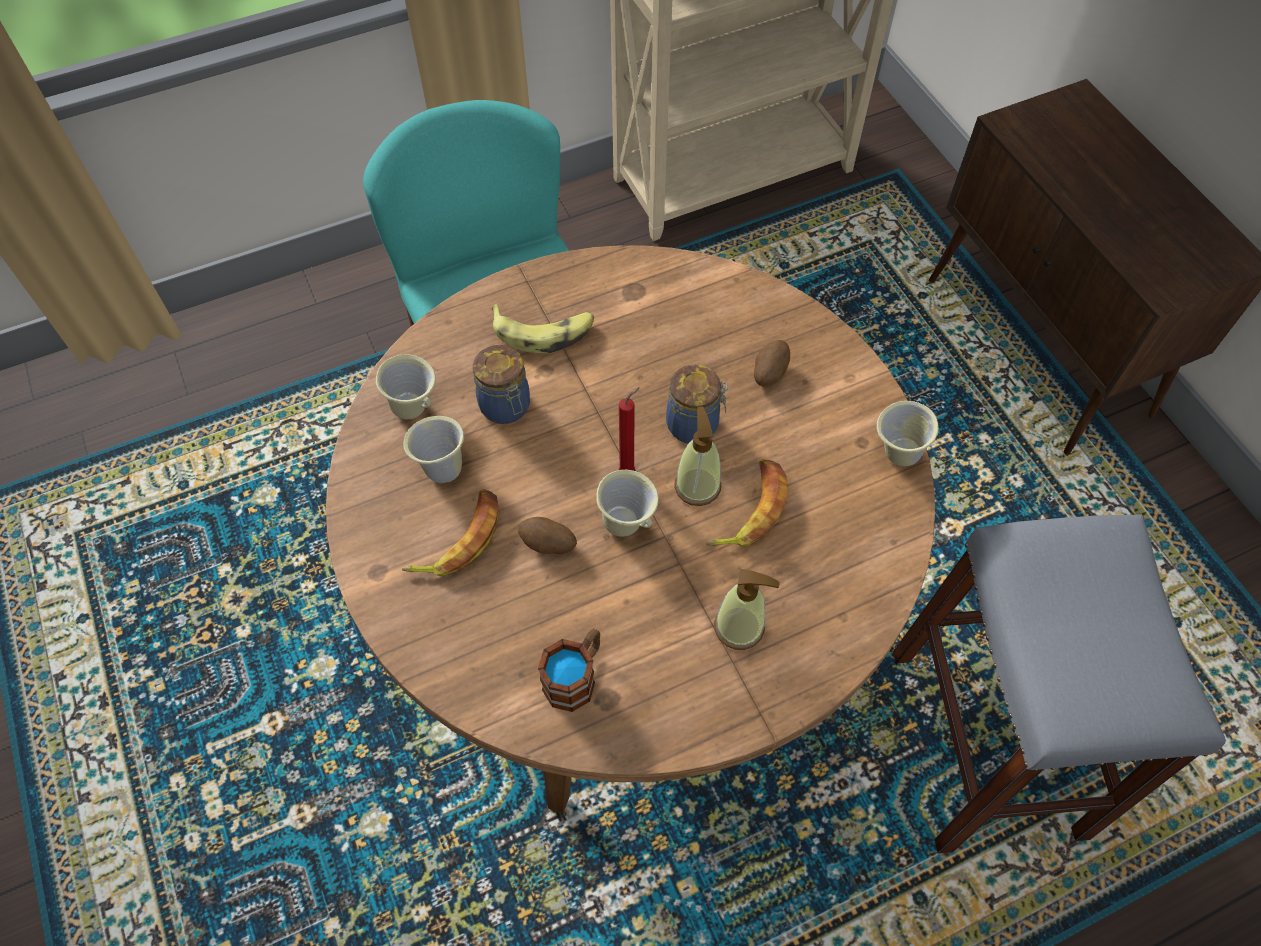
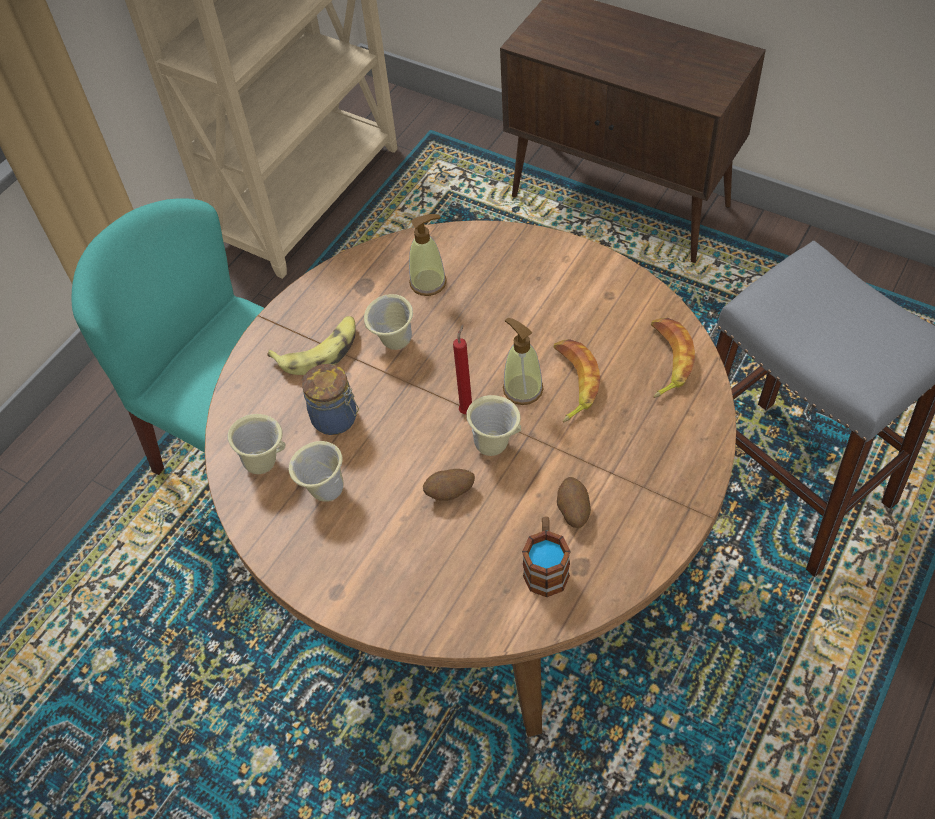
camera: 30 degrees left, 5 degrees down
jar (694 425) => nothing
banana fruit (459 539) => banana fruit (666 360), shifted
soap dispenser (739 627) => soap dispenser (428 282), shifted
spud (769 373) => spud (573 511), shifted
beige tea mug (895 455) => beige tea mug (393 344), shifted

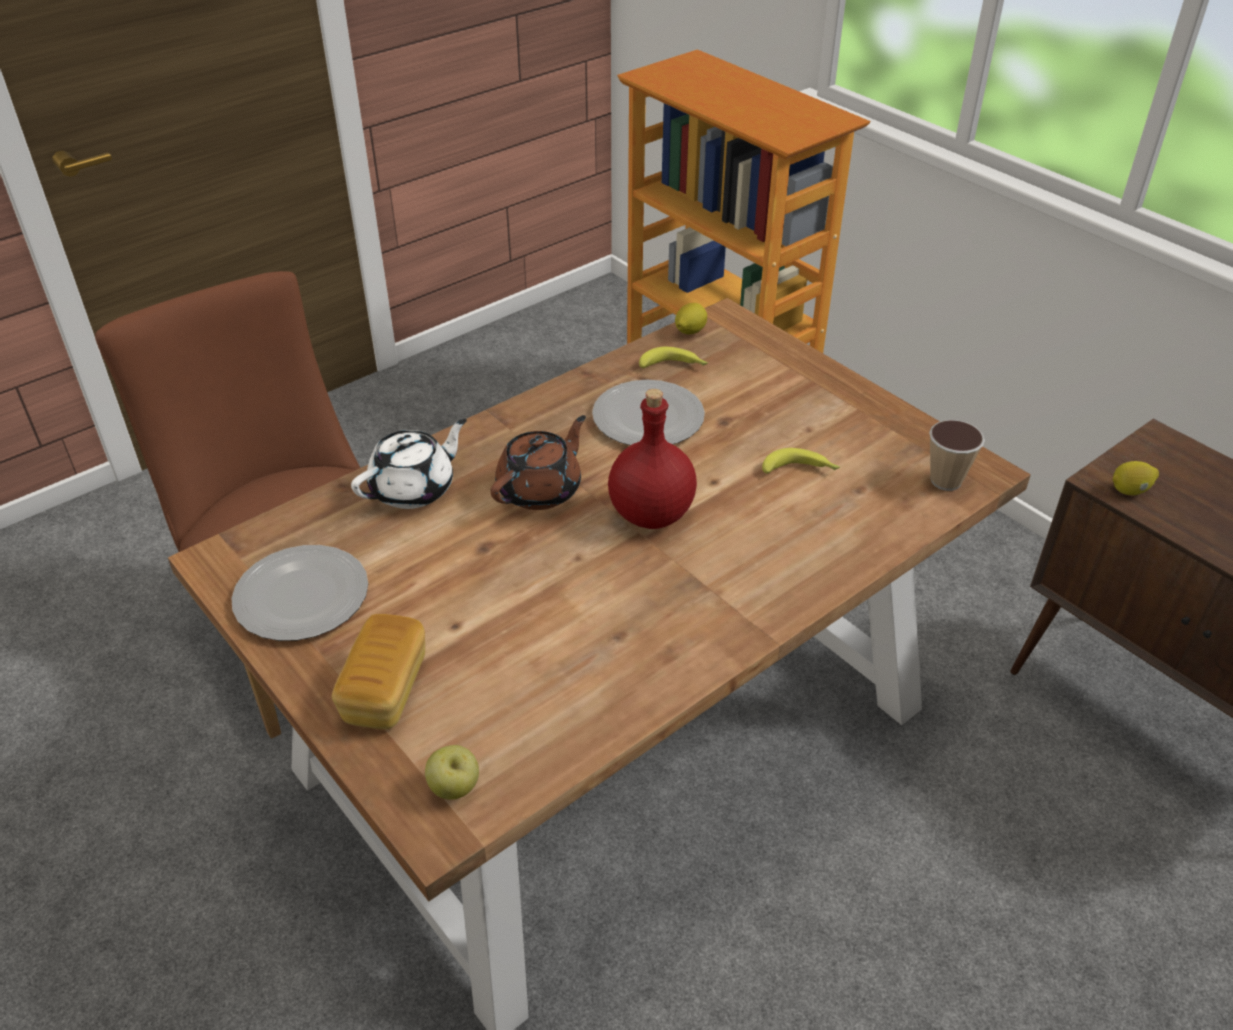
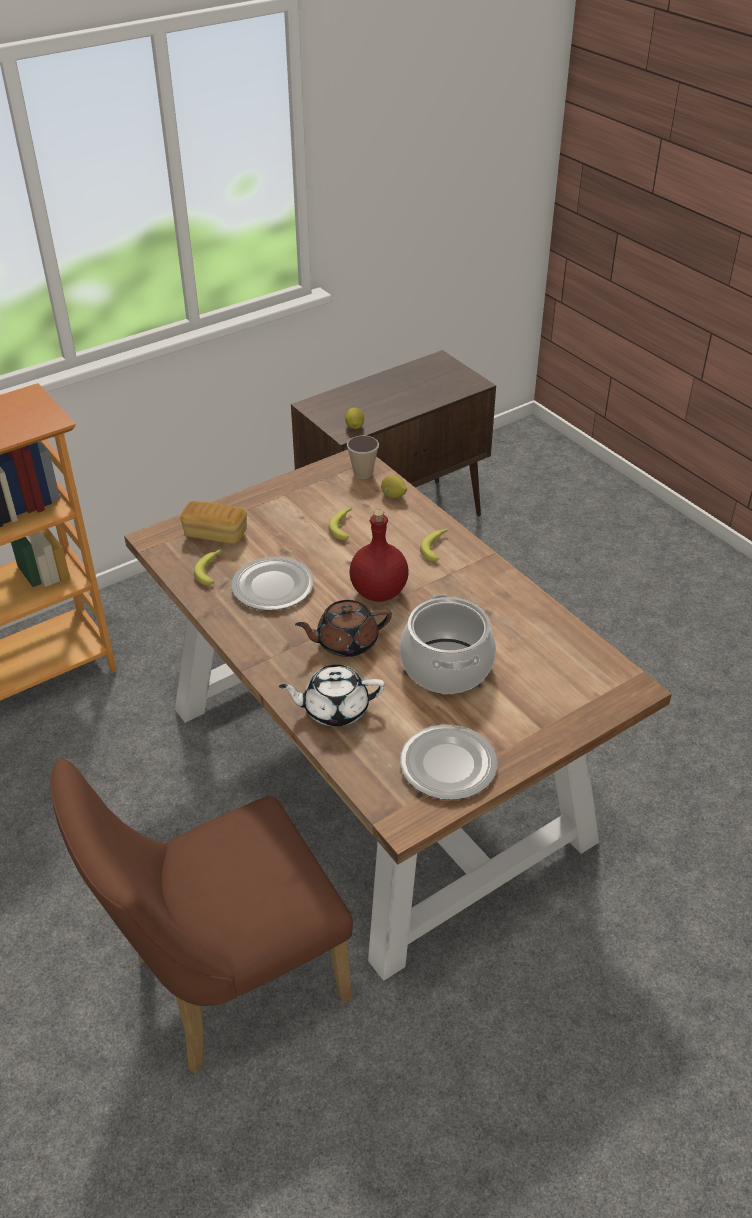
camera: 85 degrees left, 0 degrees up
whole apple (454 788) => nothing
nothing => cooking pot (445 666)
nothing => banana fruit (436 547)
bakery bread (385 689) => bakery bread (215 534), shifted
lemon (689 332) => lemon (393 496), shifted
white pot for tea (414 489) => white pot for tea (334 709), 60 degrees counterclockwise
brownish pot for tea (541 489) => brownish pot for tea (345 642), 60 degrees counterclockwise

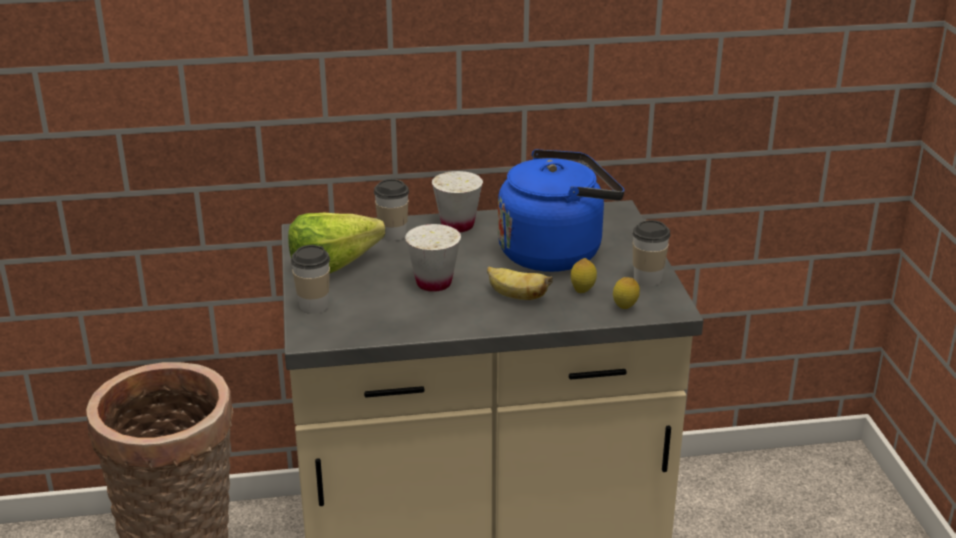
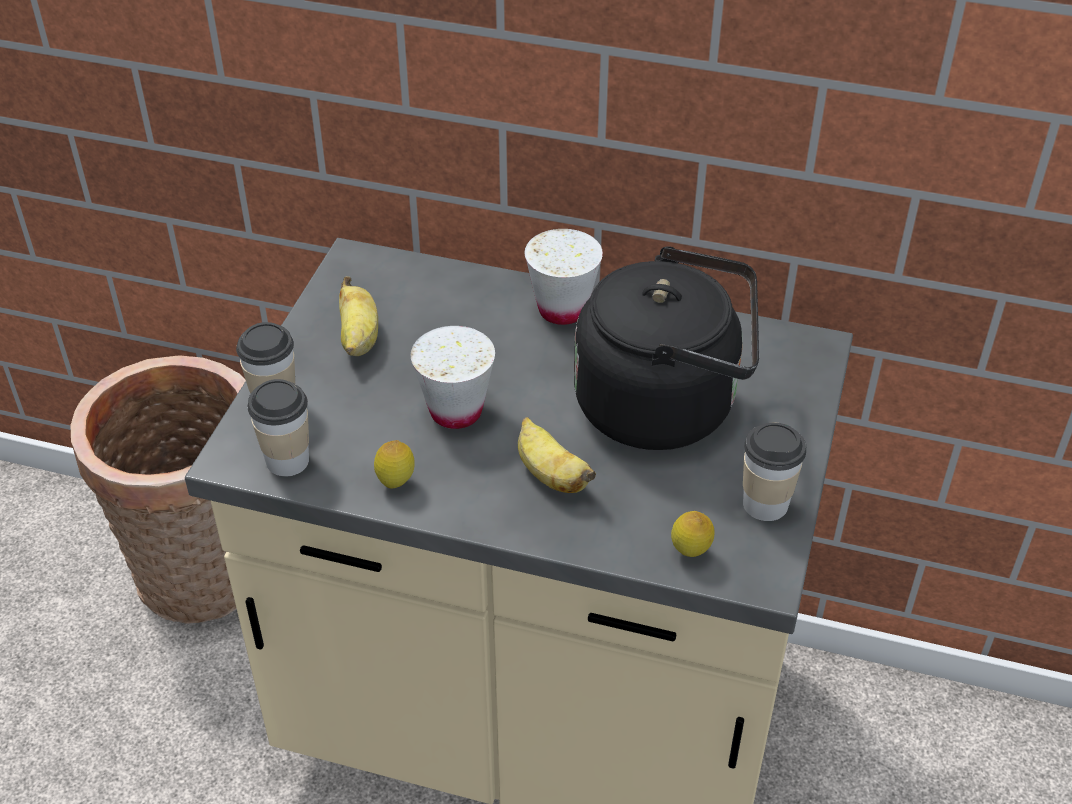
camera: 25 degrees right, 15 degrees up
small cup (393 235) => small cup (287 460), shifted
lemon (582 291) => lemon (396 483), shifted
lettuce (341 265) => banana fruit (359 339)
blue-coloured tea kettle (555 252) => black-coloured tea kettle (665 405)

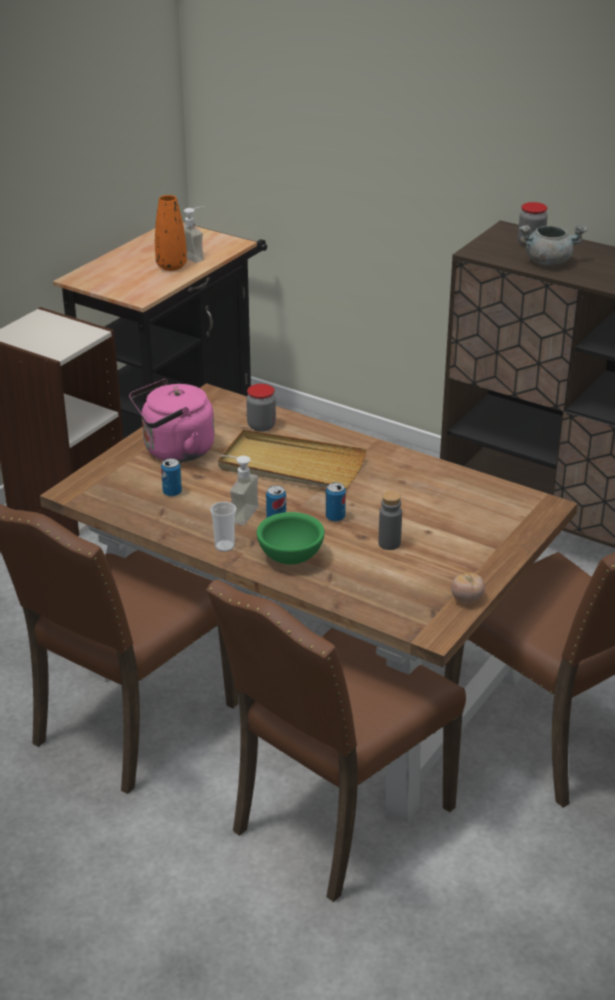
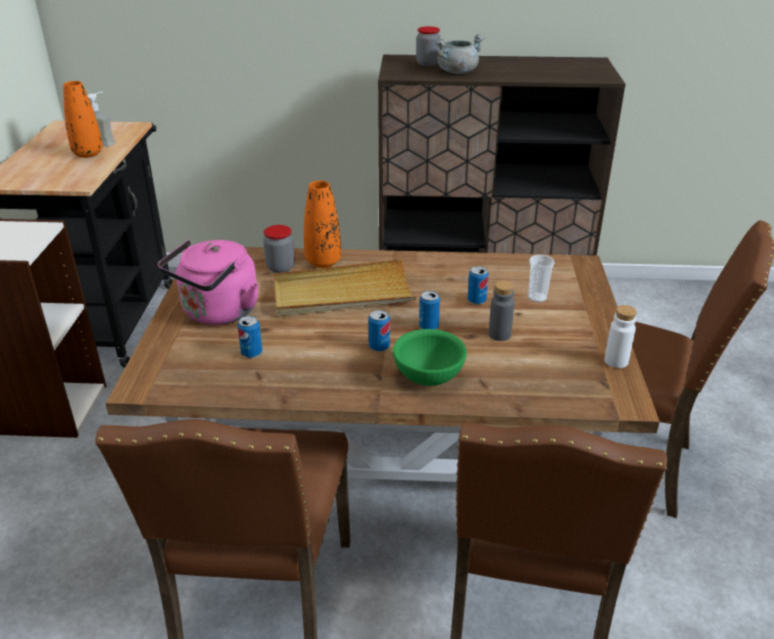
camera: 30 degrees left, 0 degrees up
soap dispenser (237 513) => nothing
nothing => orange-coloured vase (323 262)
nothing => can (476 300)
small cup (224 546) => small cup (537 298), shifted
whole tomato (466 599) => white beverage bottle (616 361)

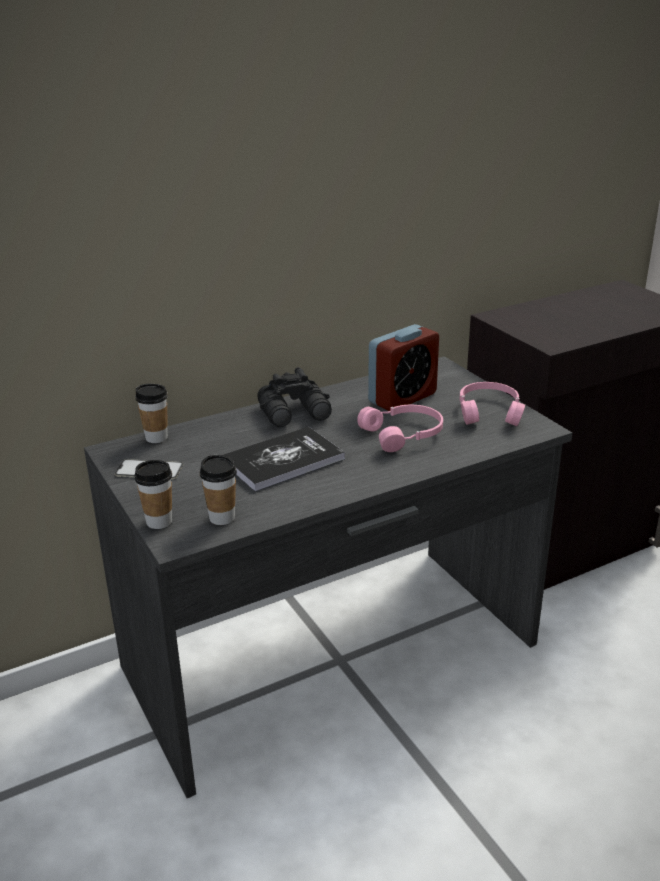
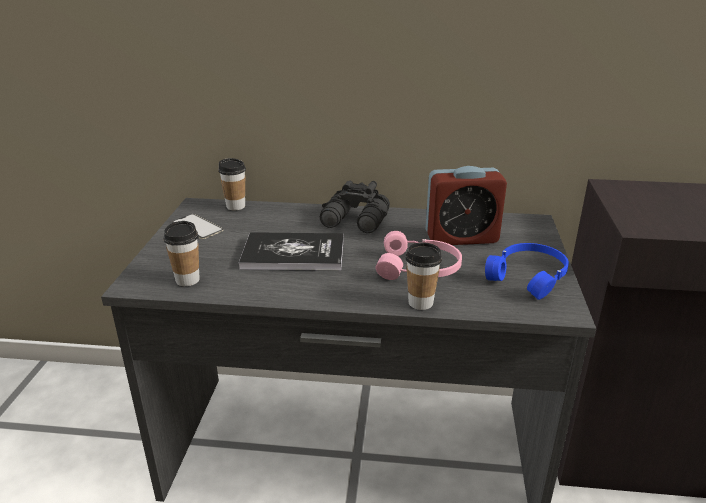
camera: 35 degrees right, 0 degrees up
small cup (159 522) => small cup (420 303), shifted
pink-coloured pair of headphones (490 412) => blue-coloured pair of headphones (529 277)

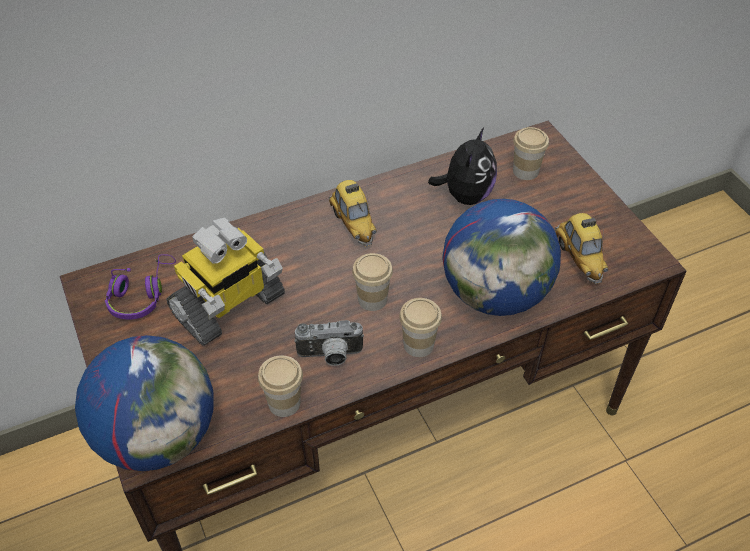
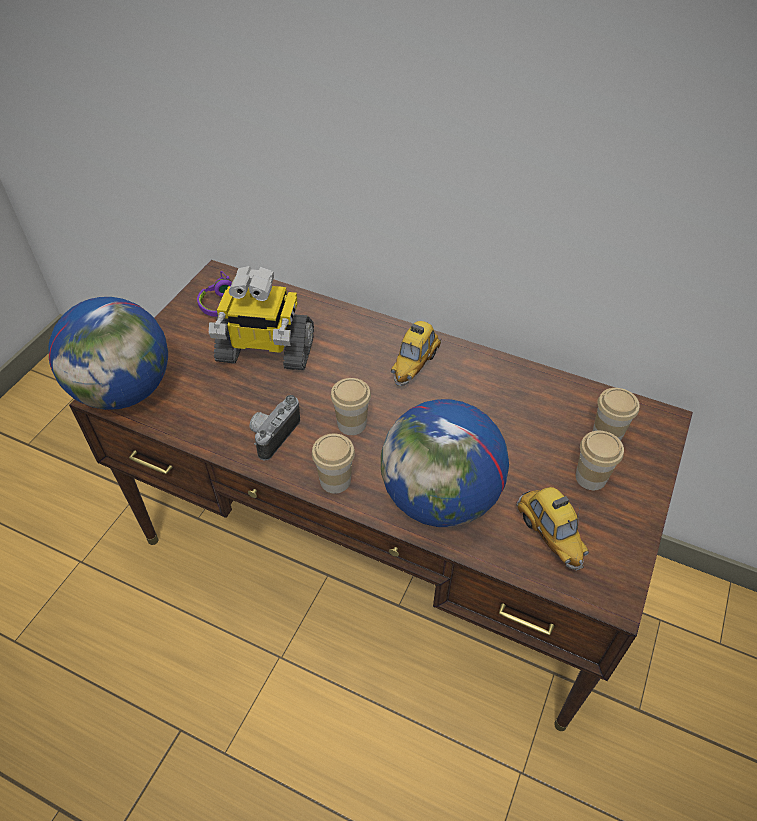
camera: 50 degrees right, 0 degrees up
cuddly toy (465 195) => nothing
small cup (284 403) => small cup (590 477), shifted
photo camera (330 356) => photo camera (273 435), 75 degrees clockwise
toy car (579 258) => toy car (549 535), 60 degrees counterclockwise

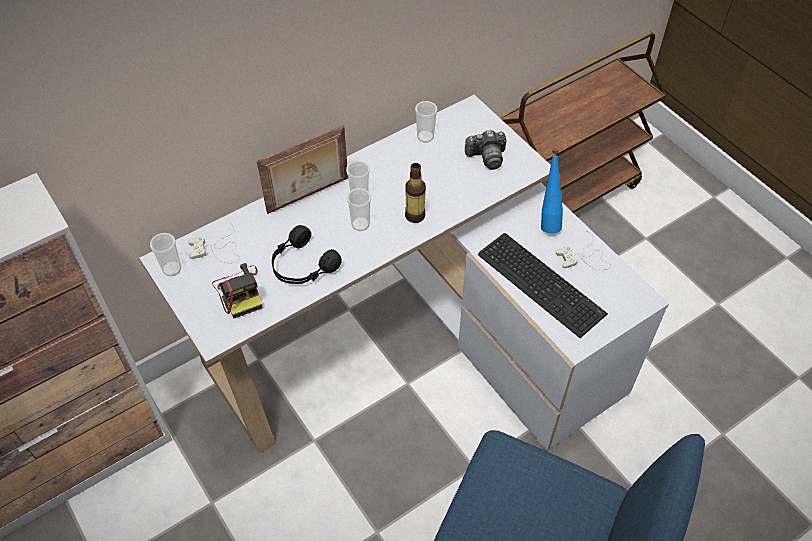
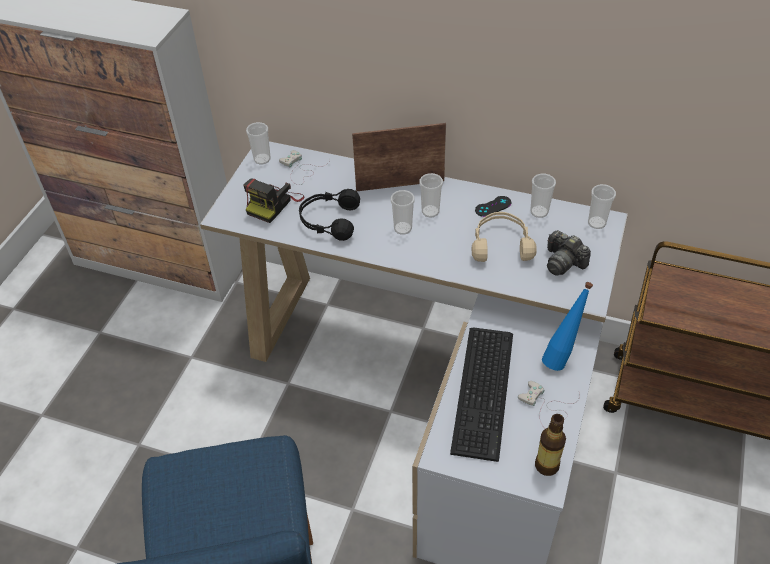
camera: 55 degrees right, 5 degrees down
nothing => beige pair of headphones (501 244)
nothing => black-coloured joypad (493 206)
nothing => small cup (596 223)
beverage bottle (415 216) => beverage bottle (547 465), shifted
standing frame (309 196) => standing frame (400 184), 150 degrees clockwise

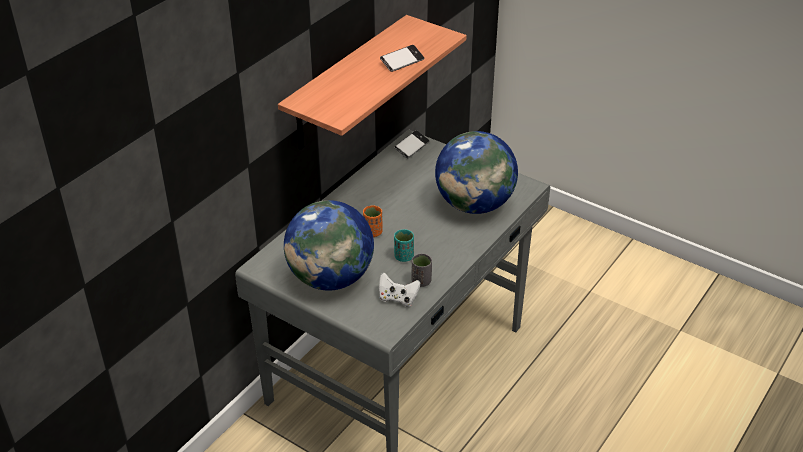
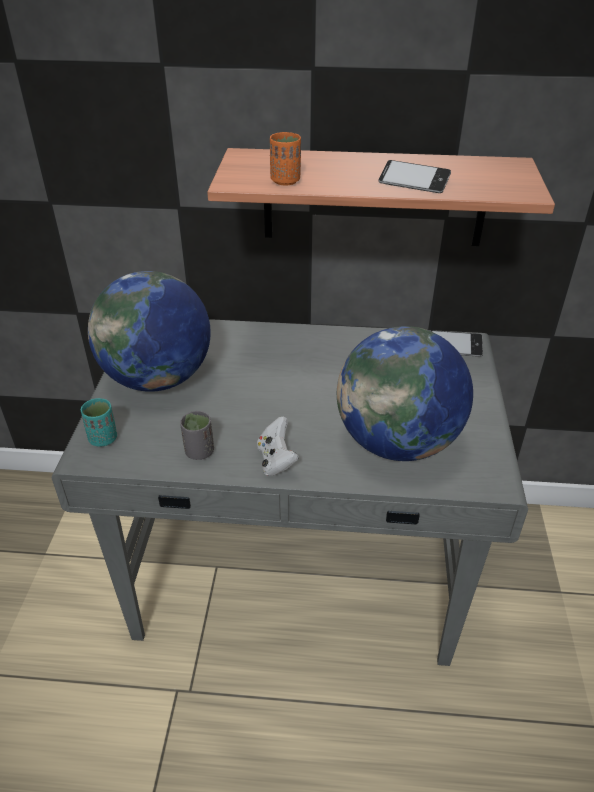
camera: 60 degrees right, 0 degrees up
orange-coloured small cup (373 232) => orange-coloured small cup (285 181), shifted
white joypad (398 298) => white joypad (276 460), shifted
turquoise small cup (404 257) => turquoise small cup (103 439), shifted

